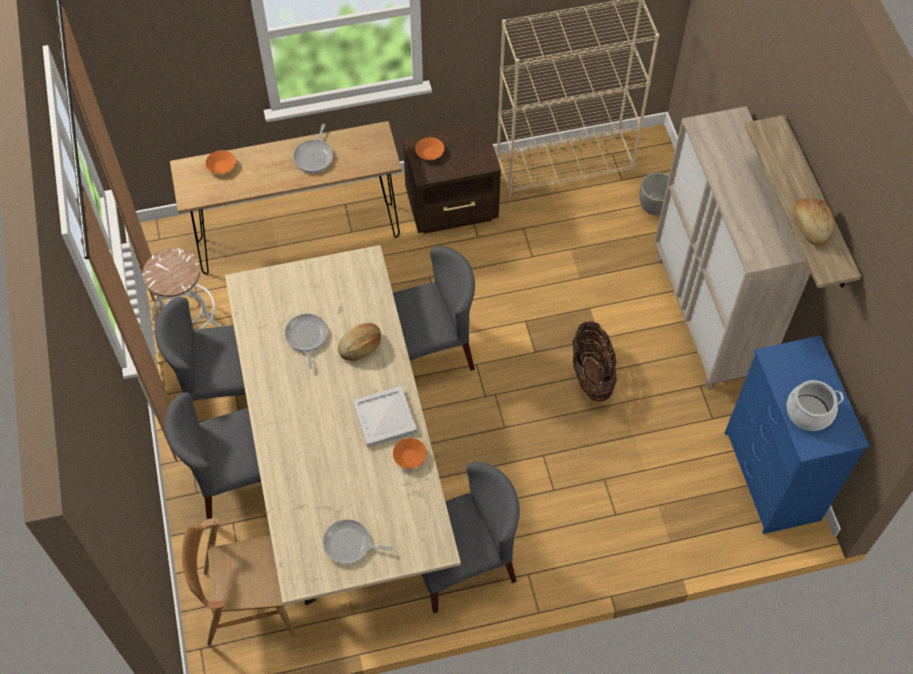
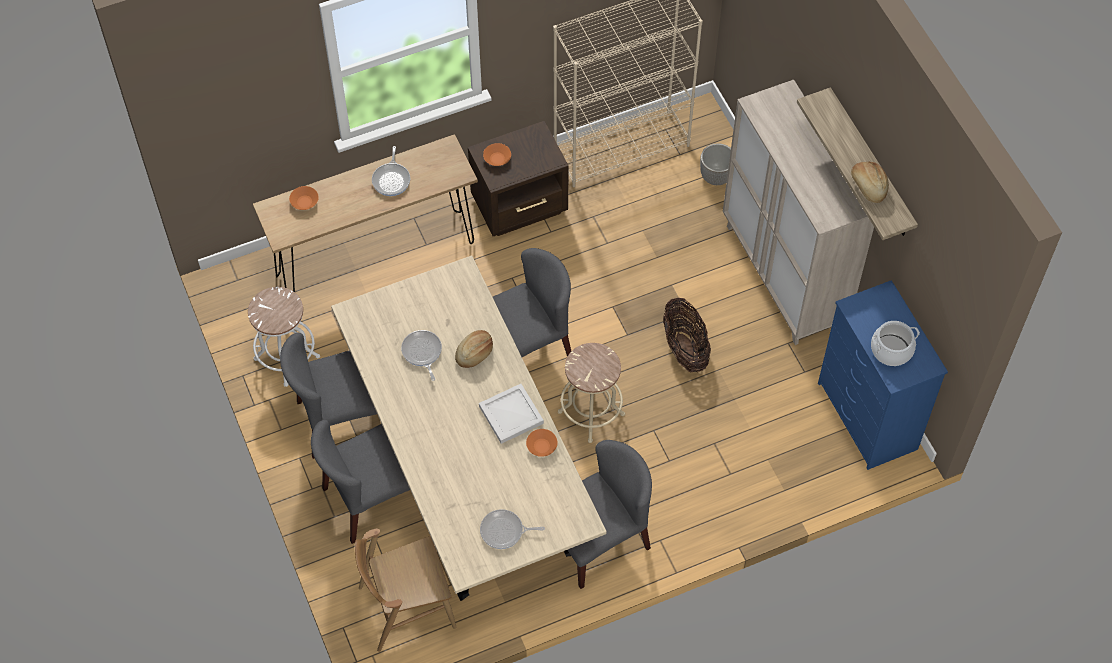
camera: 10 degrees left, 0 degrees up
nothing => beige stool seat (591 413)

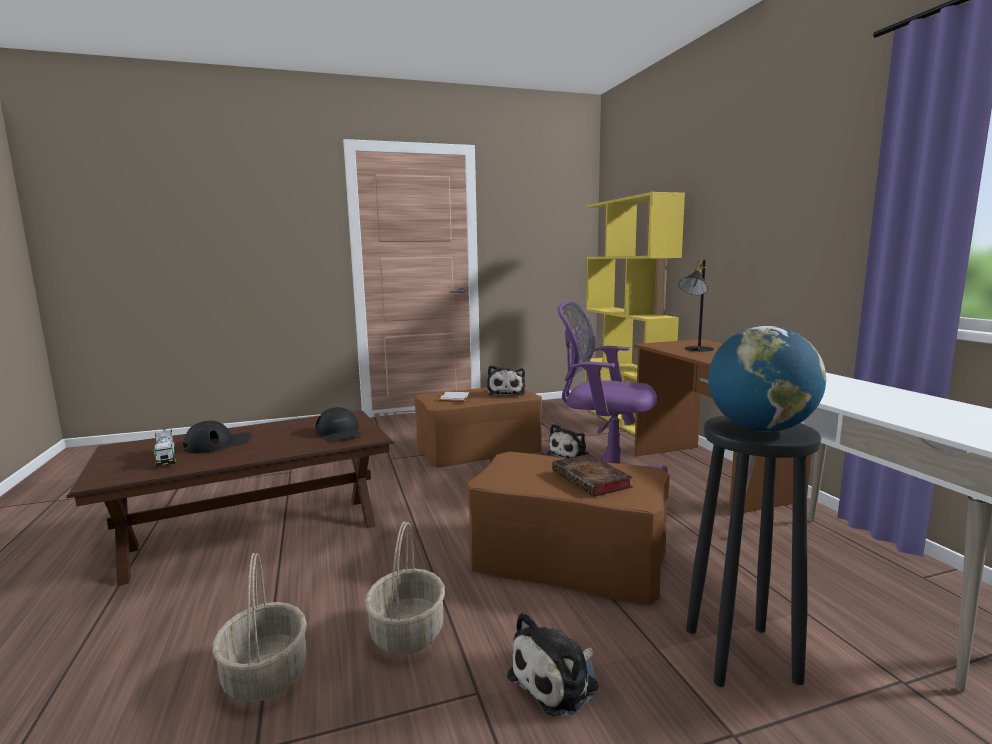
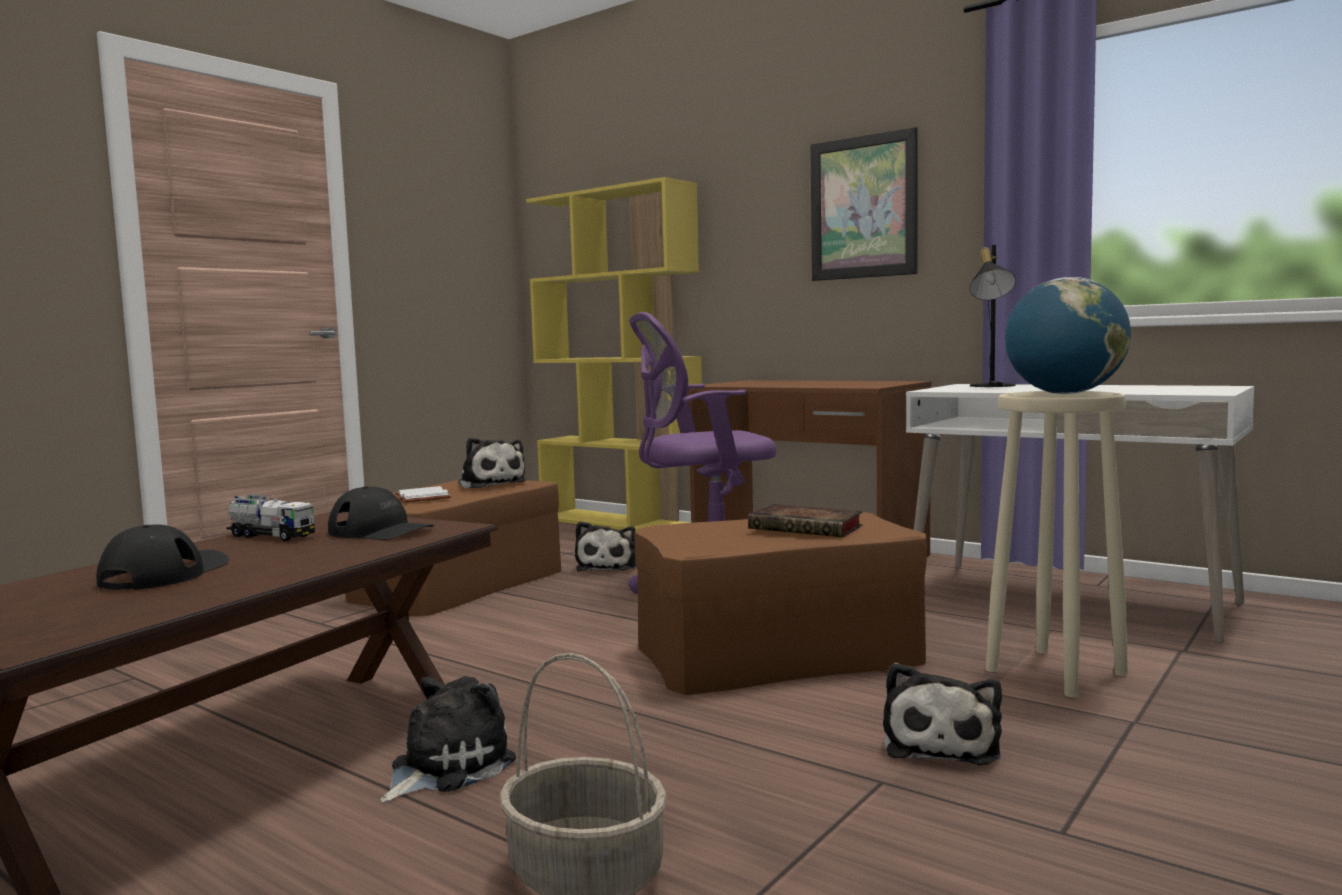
camera: 35 degrees left, 5 degrees down
storage basket (407 632) => nothing
nothing => cuddly toy (446 767)
nothing => wall art (863 207)
model truck (166 458) => model truck (271 536), shifted
black-coloured lamp for a table (695 349) => black-coloured lamp for a table (991 386), shifted
black-coloured stool seat (740 653) => beige stool seat (1054 671)

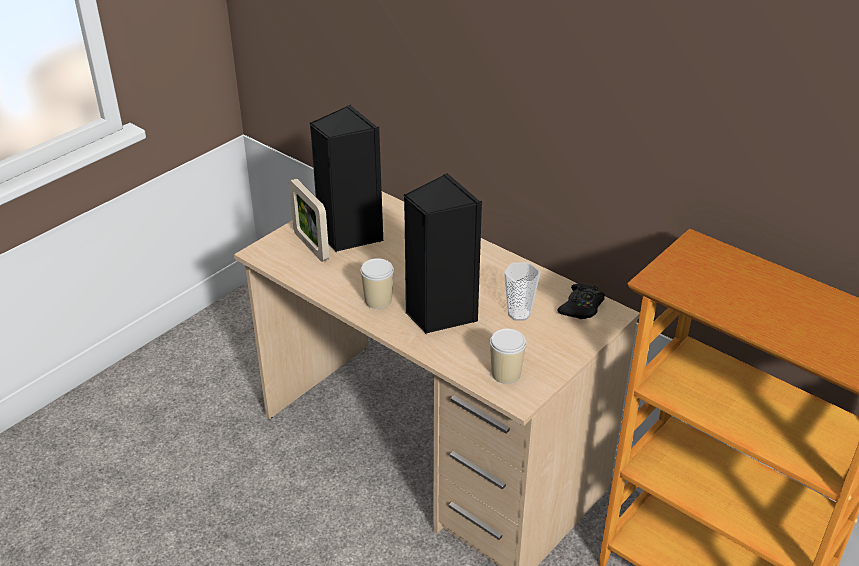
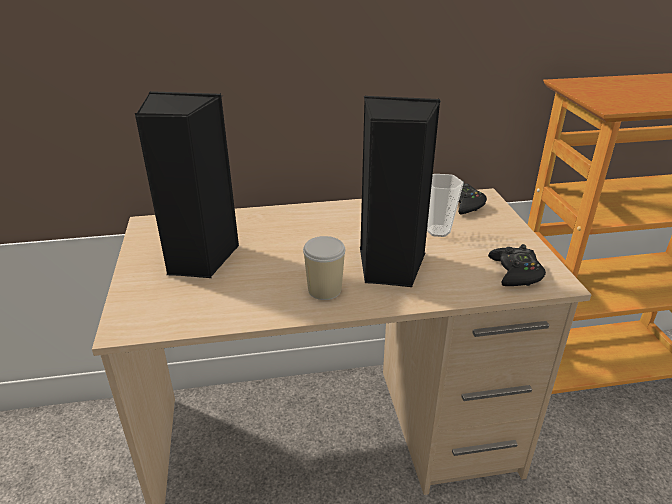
camera: 50 degrees left, 5 degrees down
standing frame (311 246) => nothing
small cup (506 373) => black-coloured joypad (515 273)

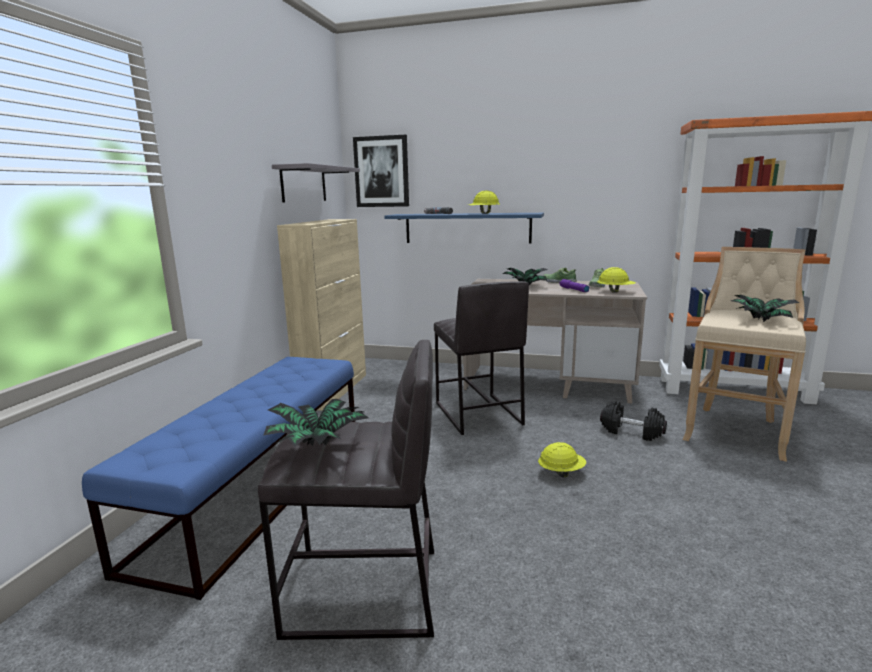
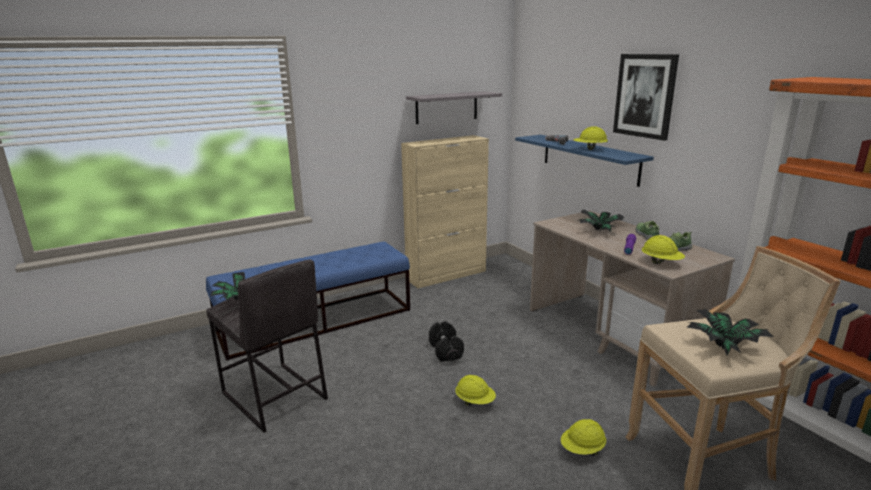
camera: 45 degrees right, 5 degrees up
gray stool seat (477 414) => nothing
nothing => yellow hard hat (582 450)
wall art (381 172) => wall art (645 96), shifted
black-coloured hand weight (632 432) => black-coloured hand weight (446 351), shifted

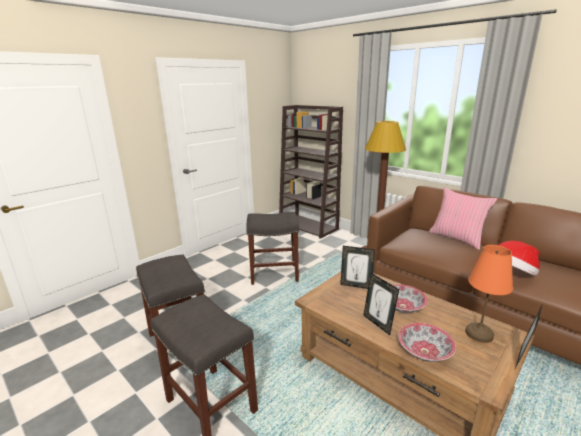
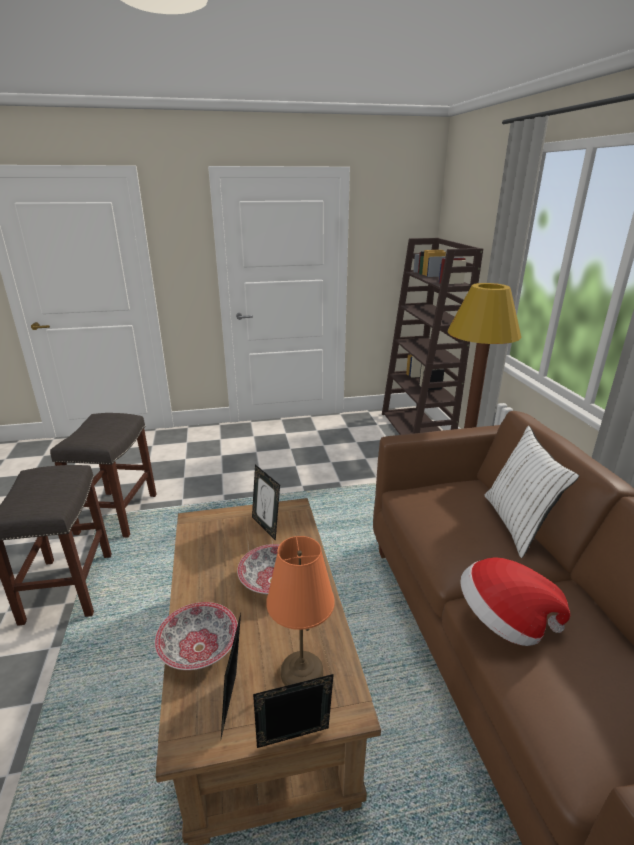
camera: 35 degrees right, 5 degrees up
gray stool seat (273 274) => nothing
standing frame (378 324) => standing frame (234 706), shifted
pink-coloured throw pillow (457 238) => white throw pillow (517 524)

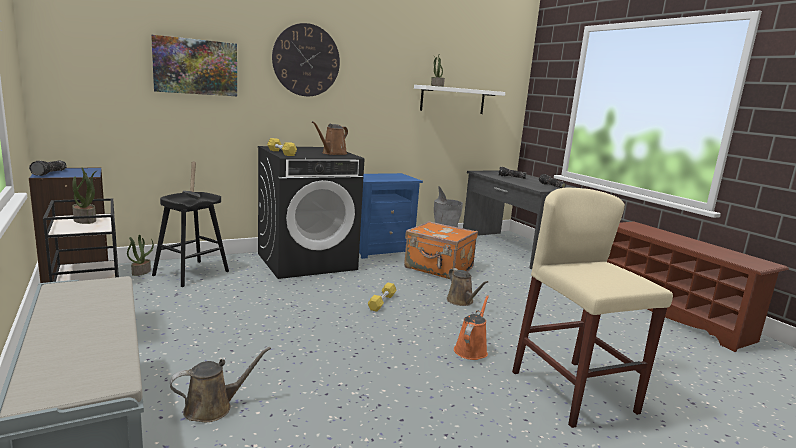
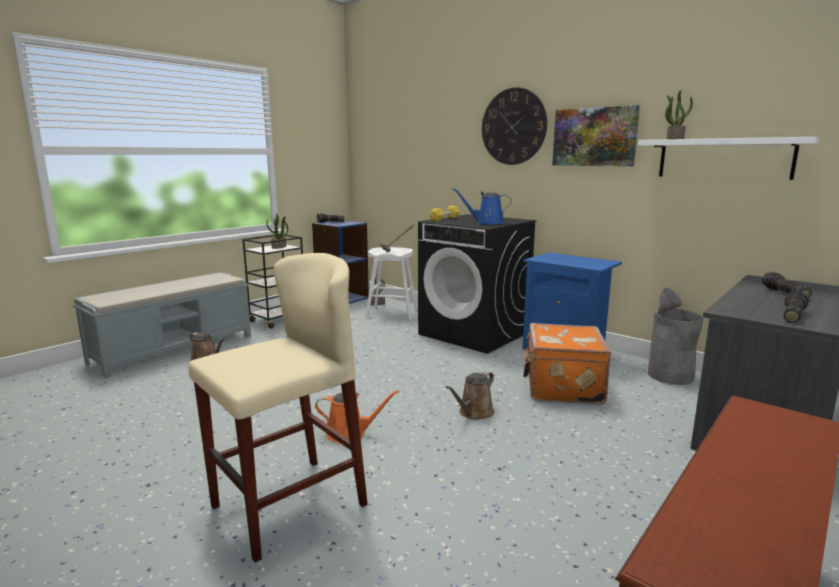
camera: 70 degrees right, 0 degrees up
yellow hand weight (382 302) => nothing
wall art (195 67) => wall art (594 137), shifted
black-coloured stool seat (191 273) => white stool seat (391 313)
brownish watering pot (332 153) => blue-coloured watering pot (486 223)

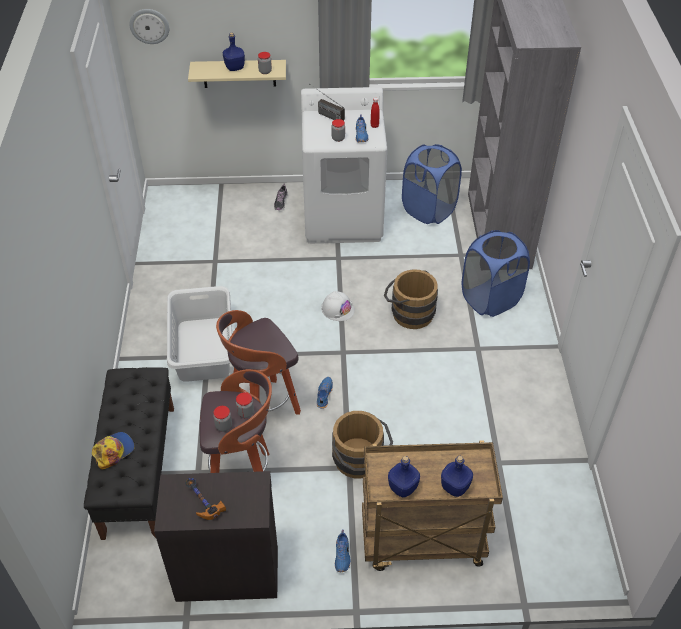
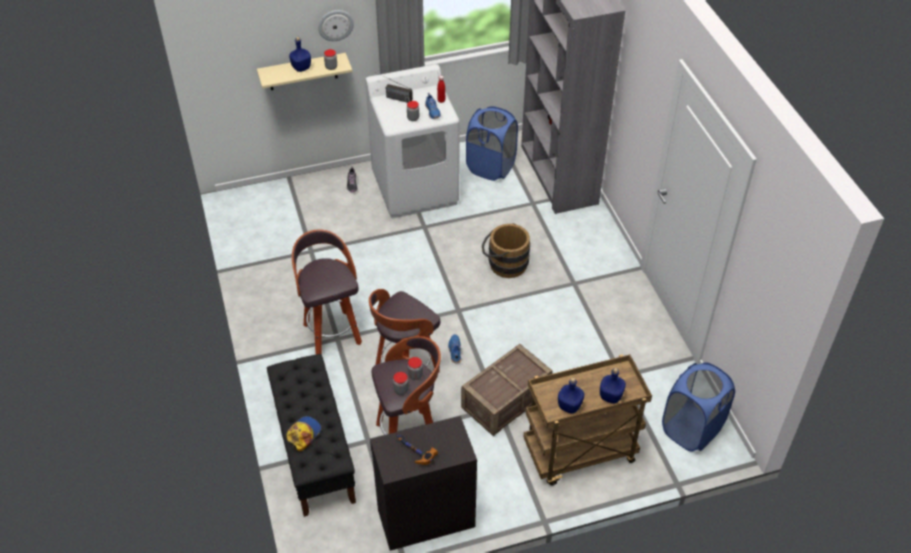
camera: 15 degrees left, 0 degrees up
white hard hat (337 309) => nothing
blue-coloured item of footwear (342 555) => nothing
clock on the wall (149 25) => clock on the wall (335 25), shifted
blue-coloured hamper (490 299) => blue-coloured hamper (691 429), shifted
gray hamper (204 348) => stool seat (331 333)
brownish bucket (360 462) => crate (506 401)

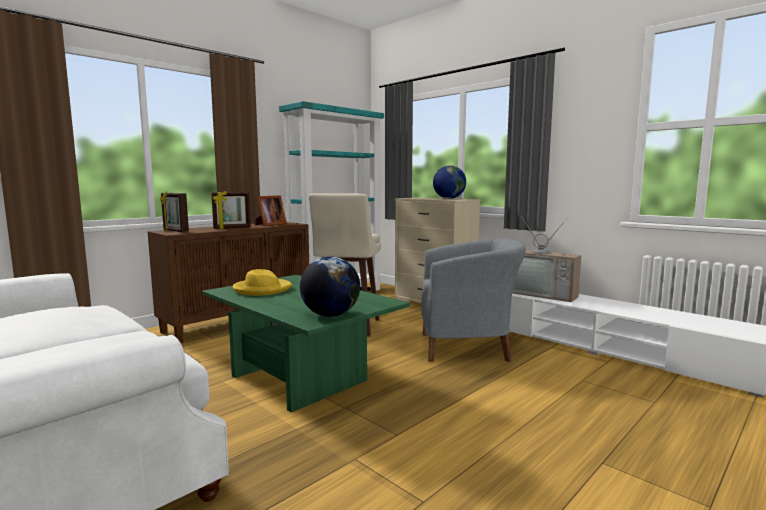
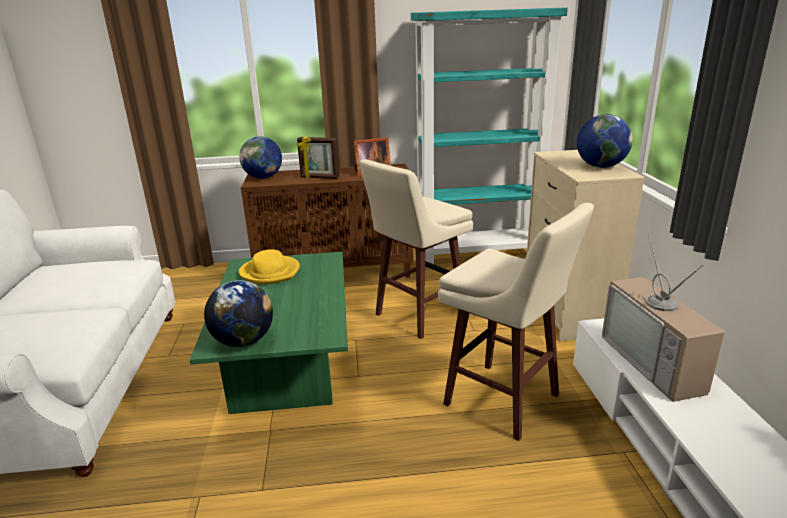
camera: 40 degrees right, 15 degrees up
standing frame (175 231) => globe (263 177)
gray armchair (468 347) => beige stool seat (504 402)

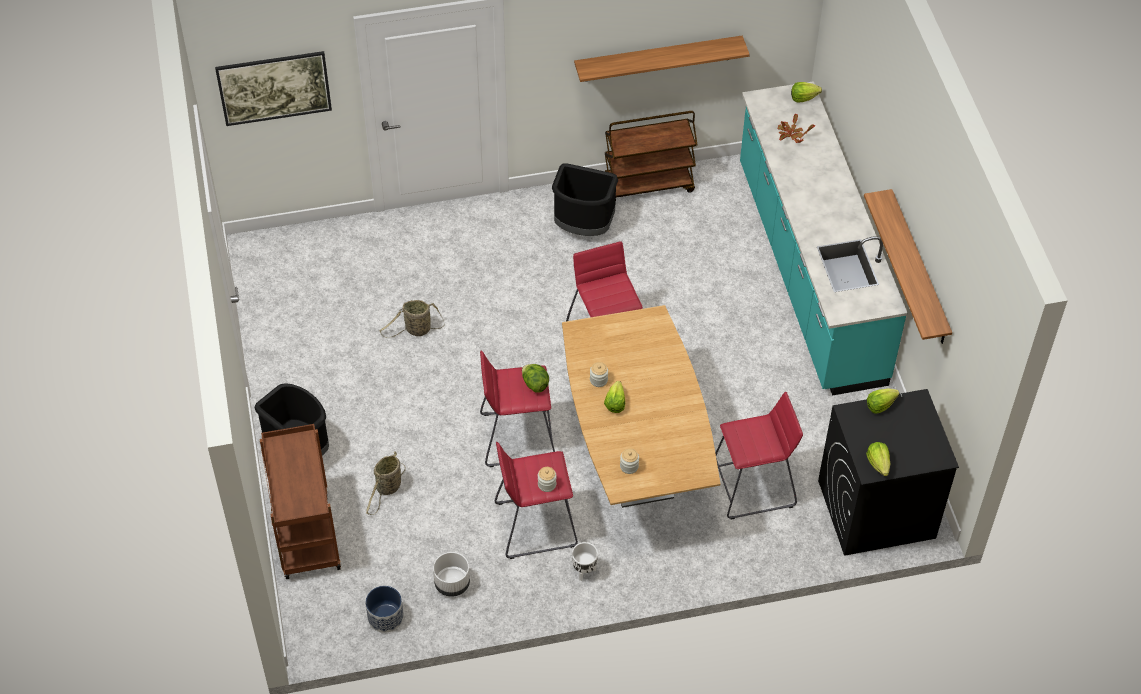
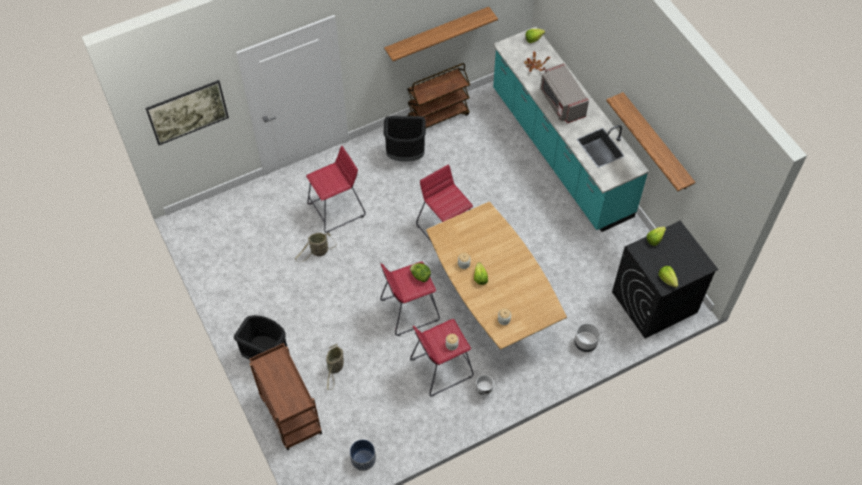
camera: 15 degrees left, 5 degrees up
nothing => gray kitchen microwave (561 103)
white plant pot (452 584) => white plant pot (585 343), shifted
red stool seat (752 486) => red stool seat (336 209), shifted

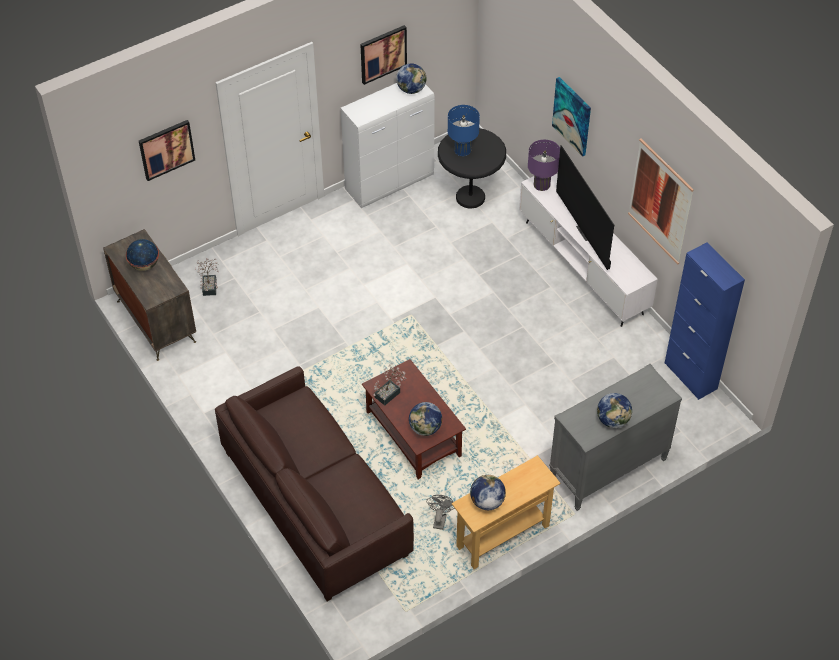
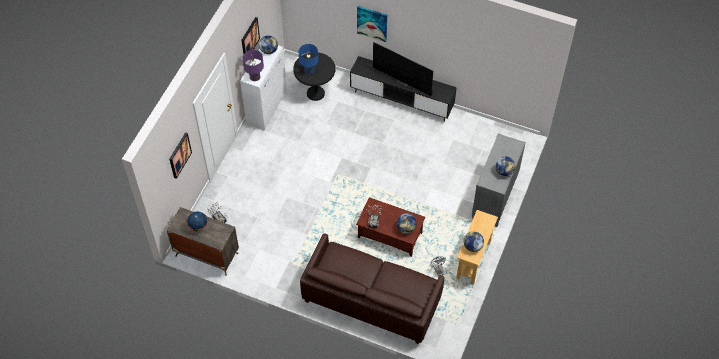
camera: 35 degrees left, 5 degrees up
wall art (660 201) => nothing
blue-coloured cabinet (690 376) => nothing
purplish lamp for a table (541 184) => purplish lamp for a table (255 77), shifted
white tv unit (582 267) => black-coloured tv unit (401 100)

